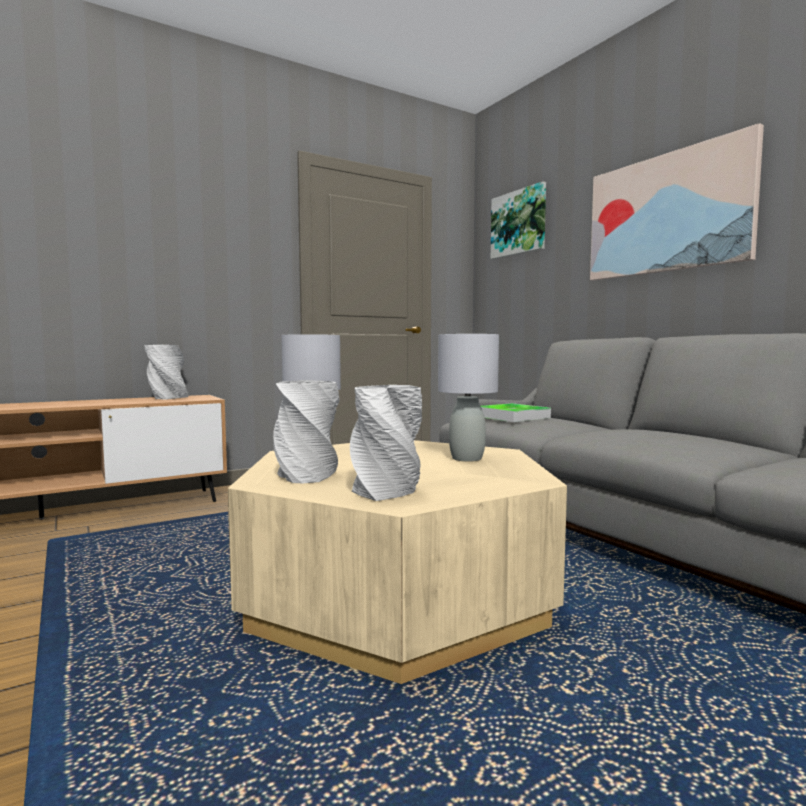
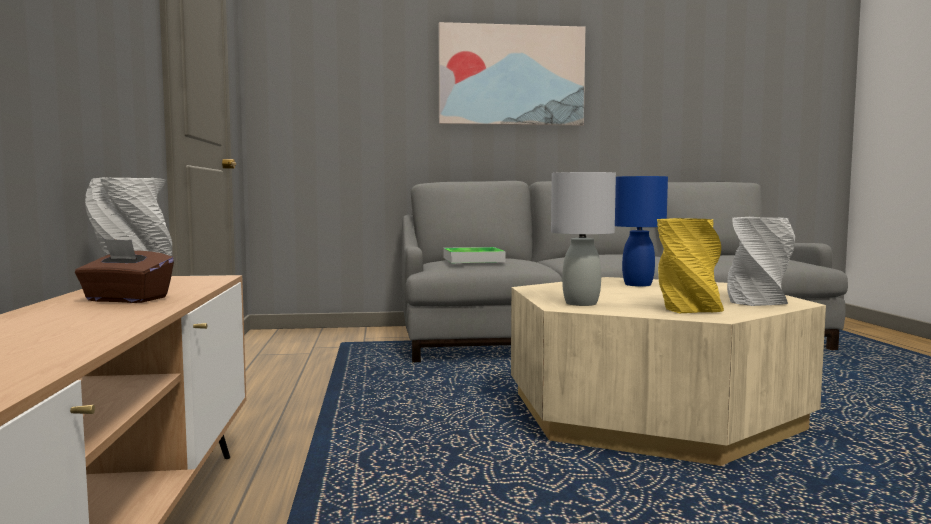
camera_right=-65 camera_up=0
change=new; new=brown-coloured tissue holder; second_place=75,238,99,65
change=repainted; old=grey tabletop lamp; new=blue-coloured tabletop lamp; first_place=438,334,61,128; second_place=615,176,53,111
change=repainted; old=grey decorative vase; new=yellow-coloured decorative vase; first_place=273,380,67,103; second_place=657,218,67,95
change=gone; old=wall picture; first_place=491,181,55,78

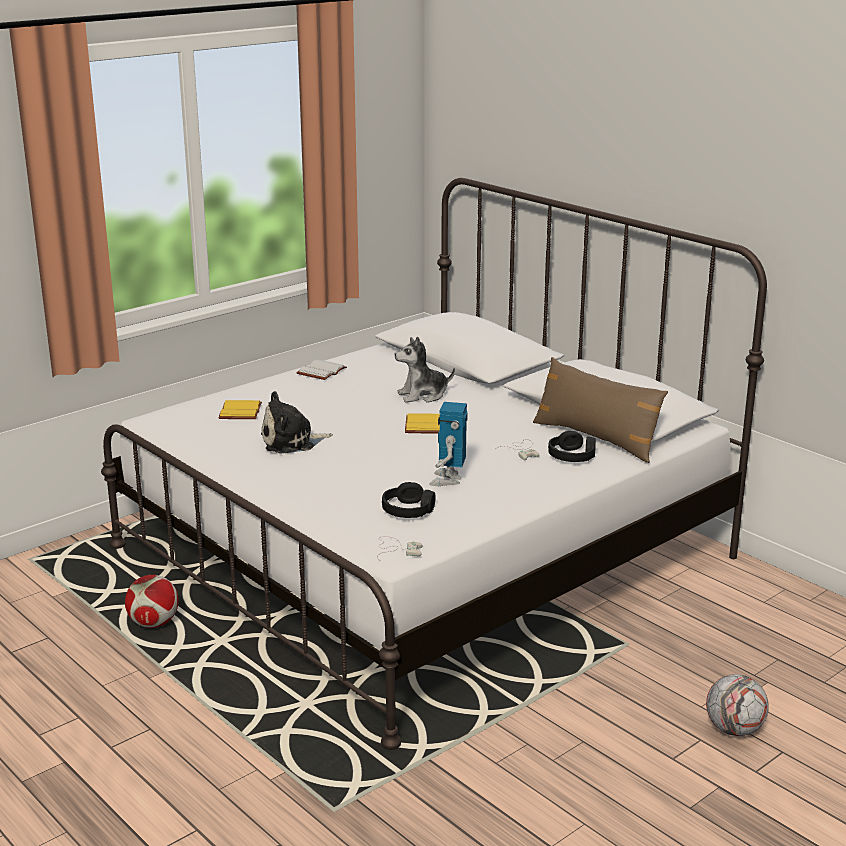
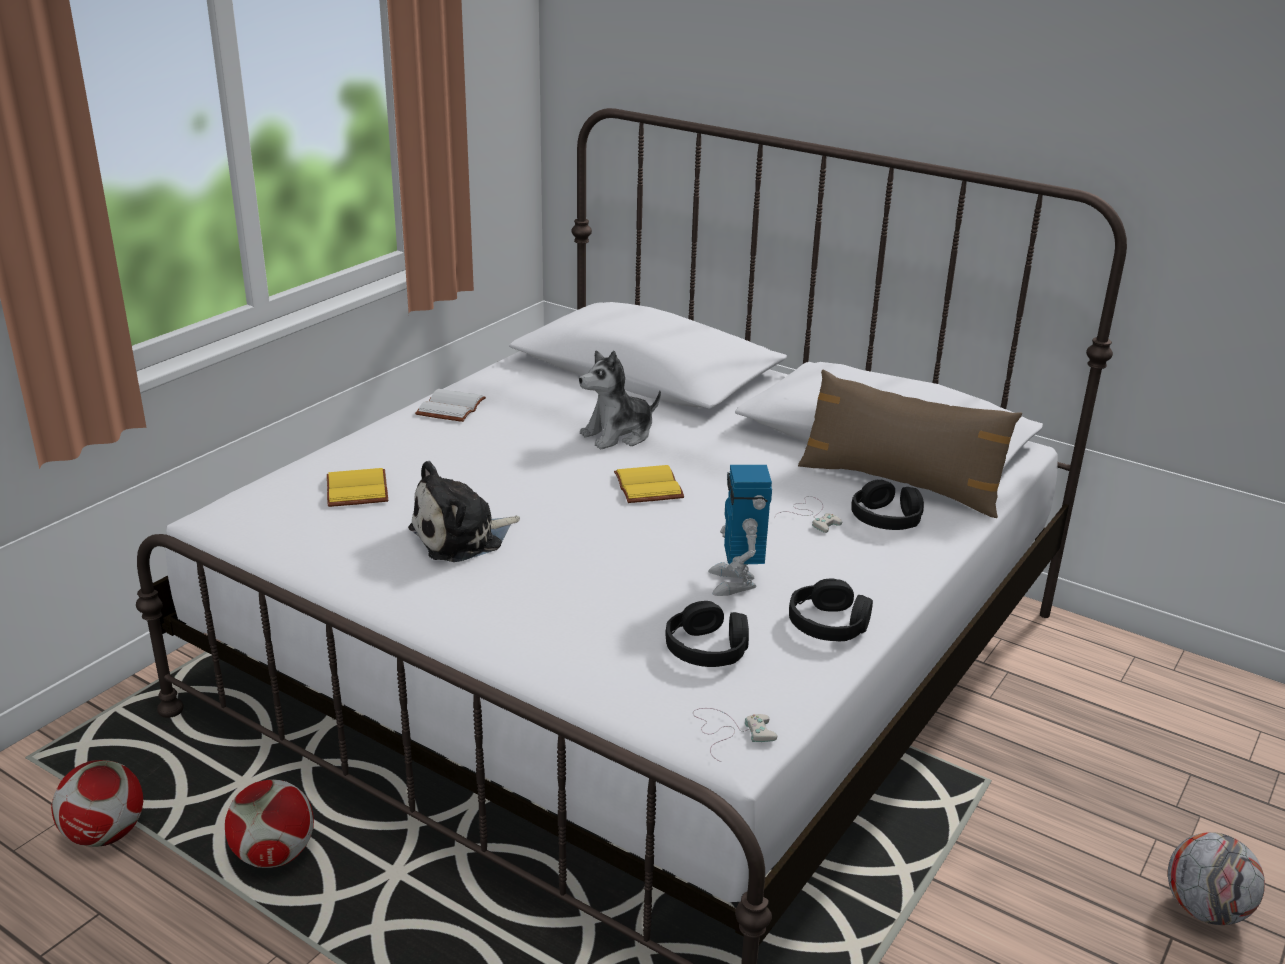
camera_right=-15 camera_up=5
change=new; new=ball for football; second_place=51,760,92,87
change=new; new=black headphones; second_place=789,579,84,62

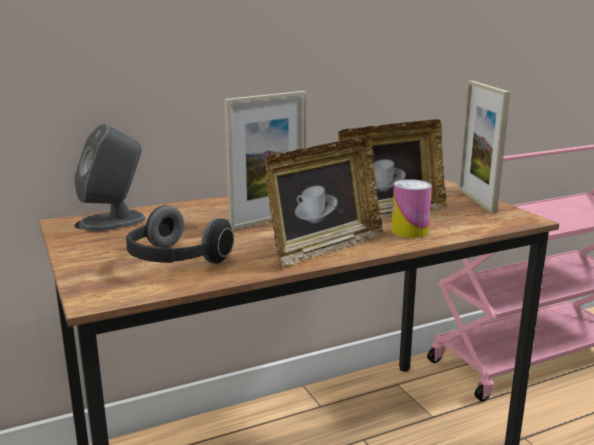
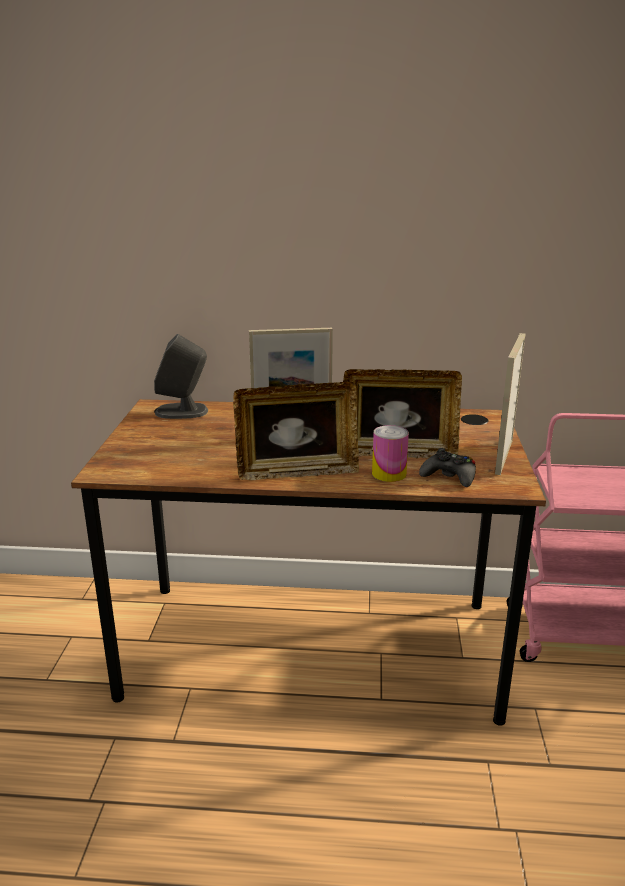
camera_right=30 camera_up=5
change=new; new=black gamepad; second_place=419,448,57,39
change=gone; old=headphones; first_place=126,205,108,59

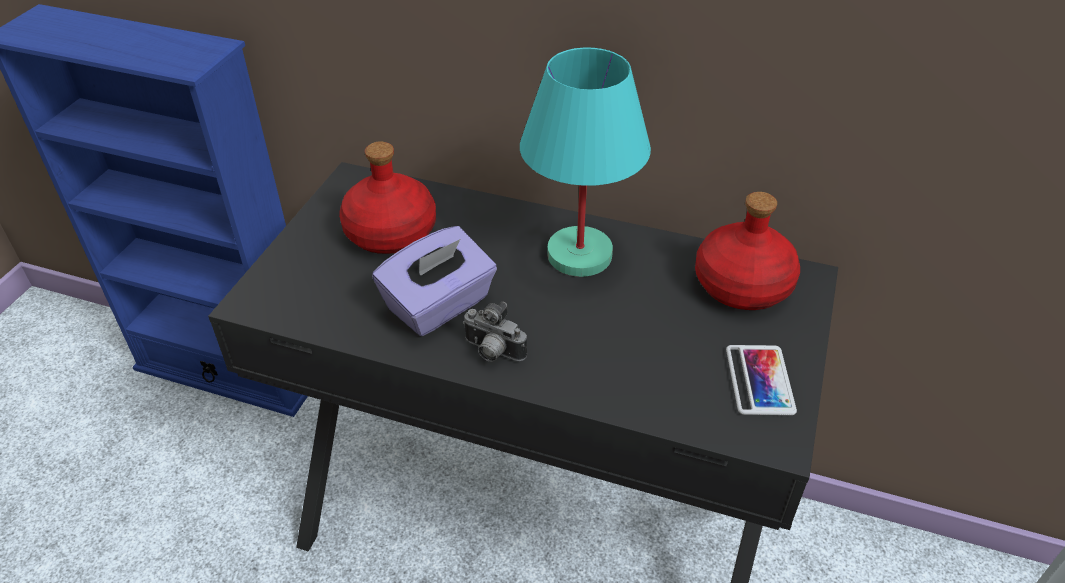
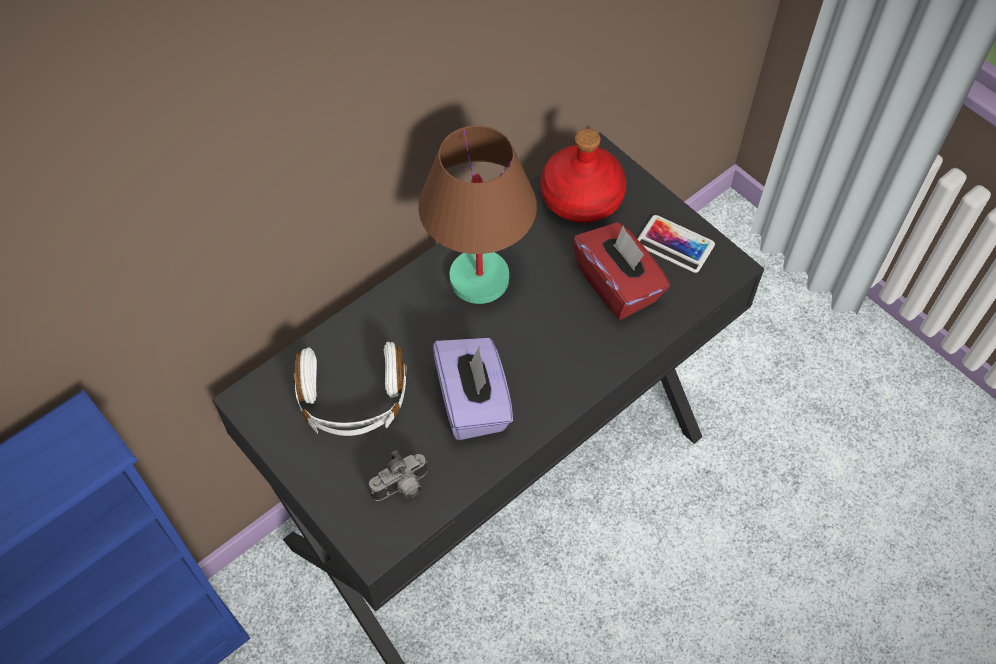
camera_right=-60 camera_up=15
change=swapped; old=red drink bottle; new=white-coloured headphones; first_place=339,141,97,113; second_place=293,342,114,94
change=shifted; old=still camera; first_place=462,302,65,60; second_place=369,451,59,50
change=repainted; old=blue-green tabletop lamp; new=brown-coloured tabletop lamp; first_place=520,48,131,229; second_place=418,126,119,178
change=new; new=red tissue holder; second_place=573,222,97,98

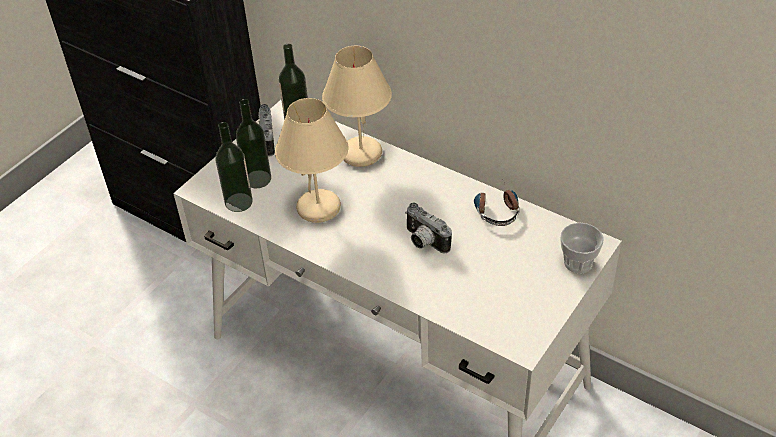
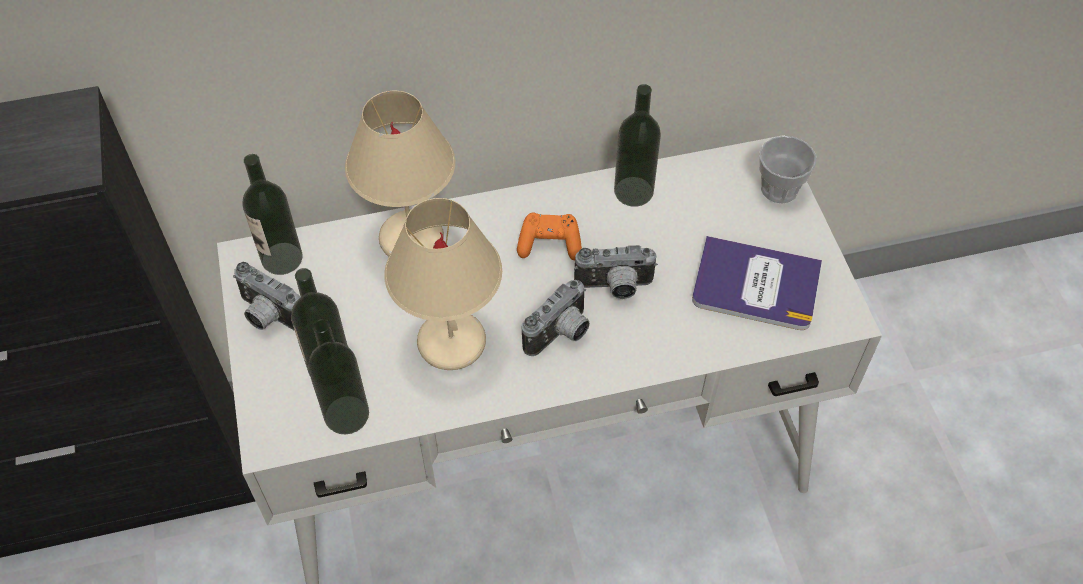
camera_right=-50 camera_up=10
change=new; new=orange-coloured gamepad; second_place=517,212,65,48
change=new; new=still camera; second_place=522,280,68,76
change=swapped; old=headphones; new=drink bottle; first_place=474,180,46,46; second_place=614,84,47,123
change=new; new=volume; second_place=692,236,130,94

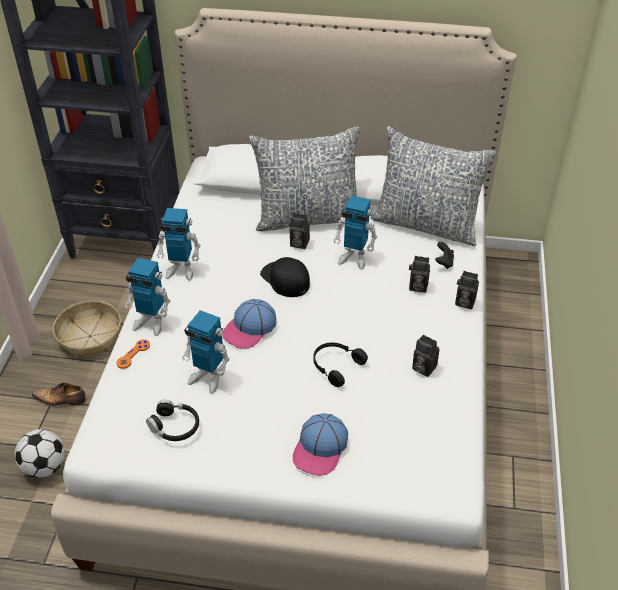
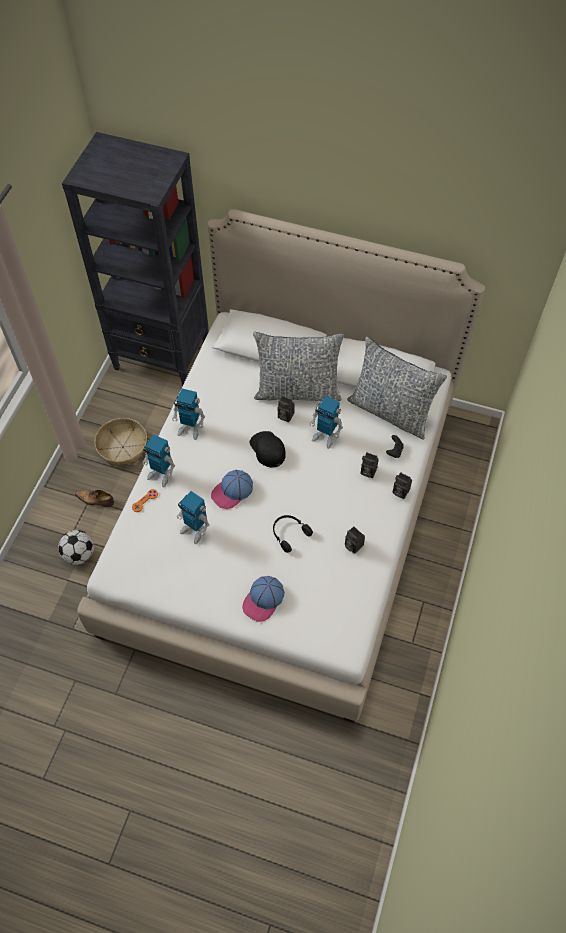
camera_right=10 camera_up=15
change=gone; old=black headphones; first_place=146,400,53,41

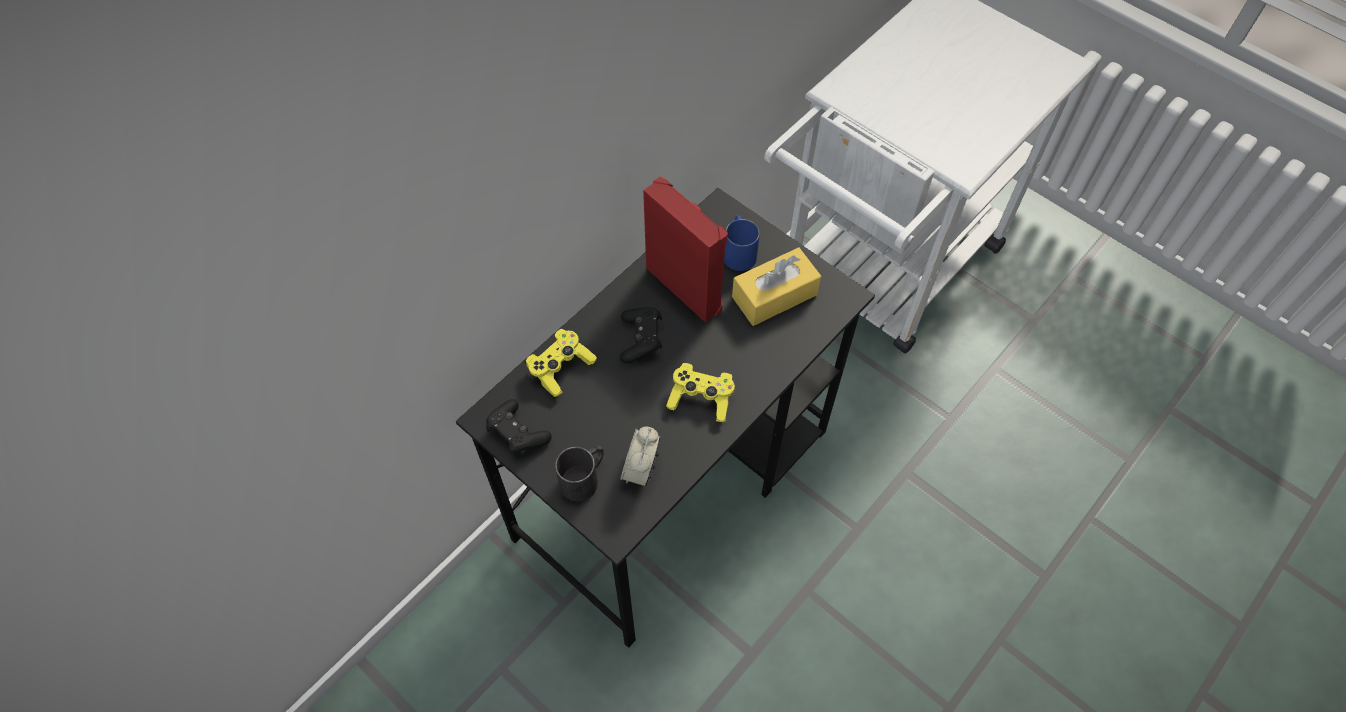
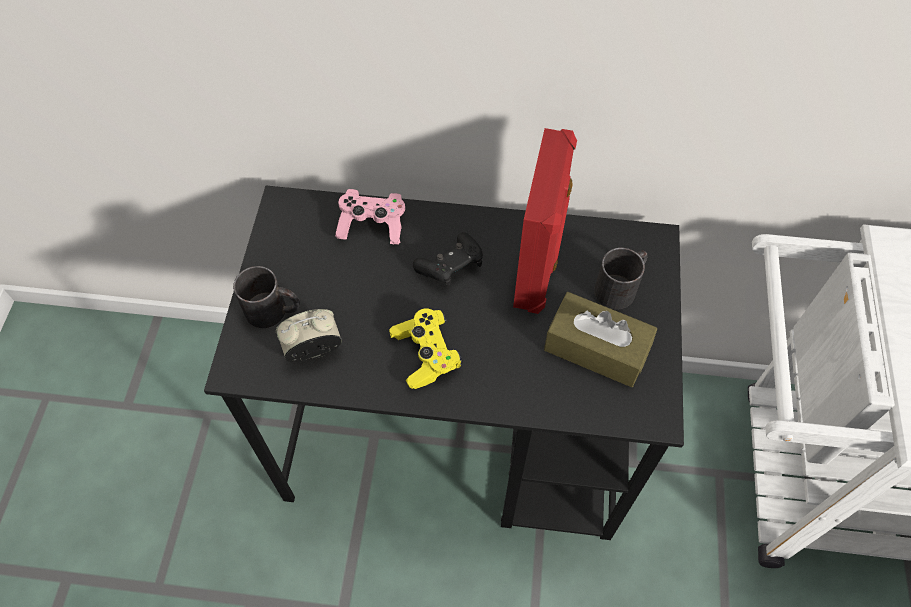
camera_right=55 camera_up=0
change=repainted; old=yellow-coloured gamepad; new=pinkish gamepad; first_place=525,329,72,68; second_place=335,189,70,56
change=repainted; old=yellow-coloured tissue holder; new=brown-coloured tissue holder; first_place=732,247,89,79; second_place=544,292,113,95
change=repainted; old=blue-coloured mug; new=black mug; first_place=724,215,36,56; second_place=594,248,54,61
change=gone; old=black gamepad; first_place=486,399,66,55

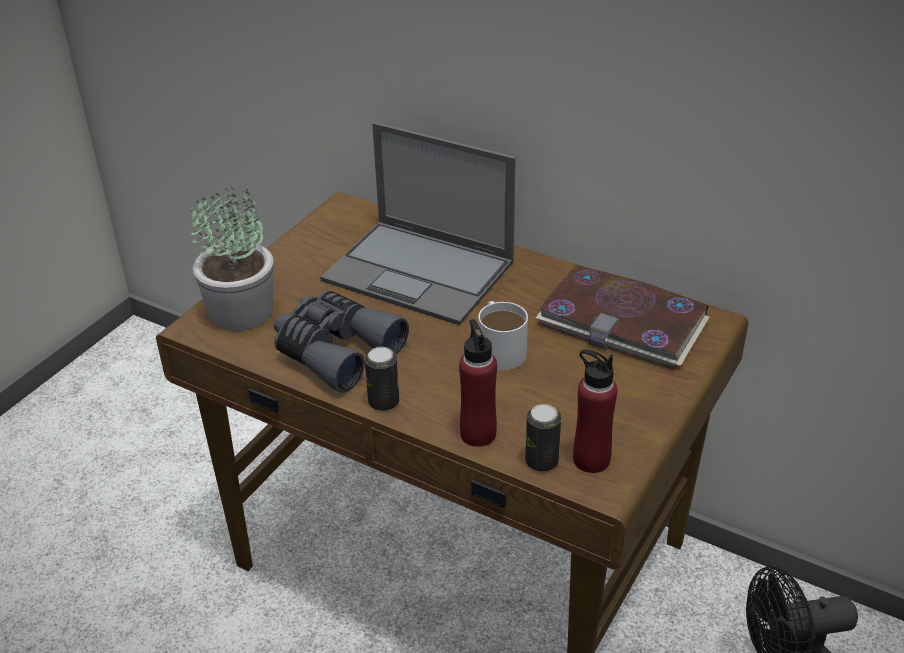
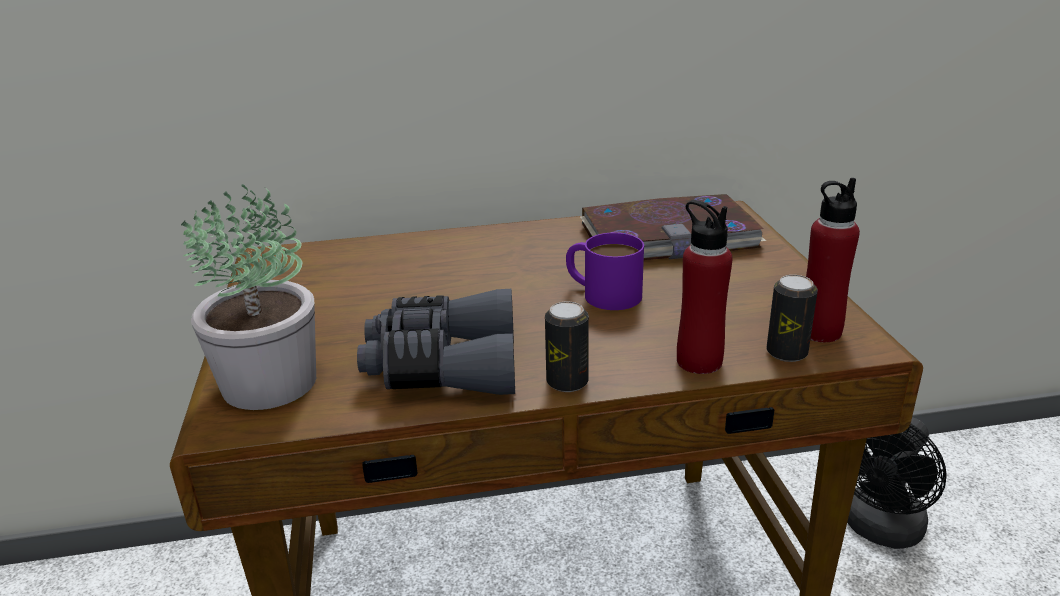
camera_right=-40 camera_up=-10
change=repainted; old=white-coloured mug; new=purplish mug; first_place=479,301,49,69; second_place=566,233,78,77
change=gone; old=notebook computer; first_place=320,122,196,203

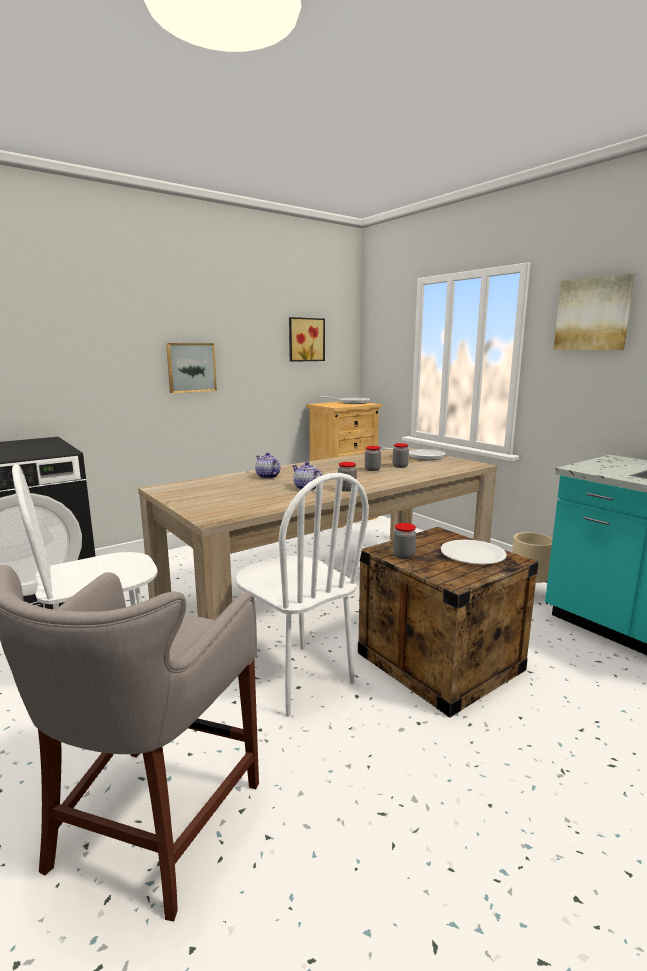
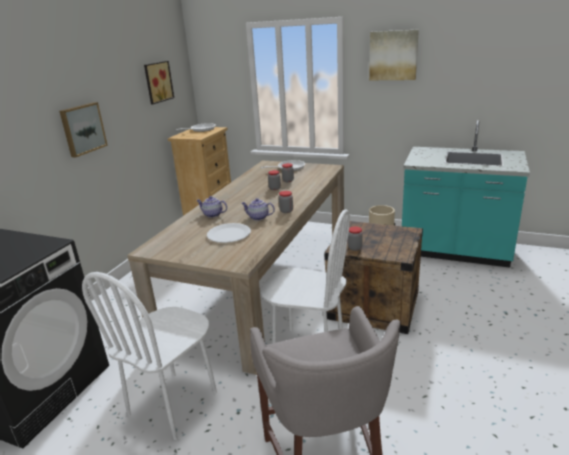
camera_right=-30 camera_up=10
change=shifted; old=white-coloured flat dish; first_place=441,540,66,25; second_place=207,223,44,20

